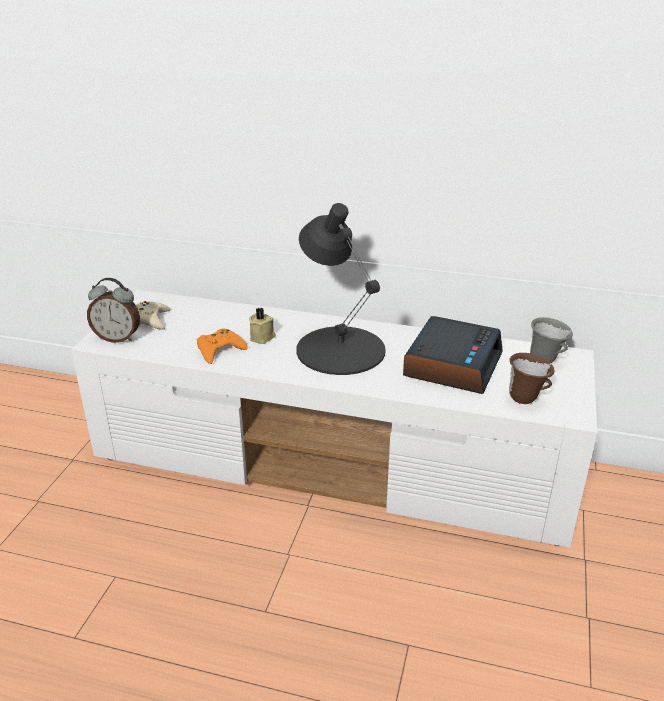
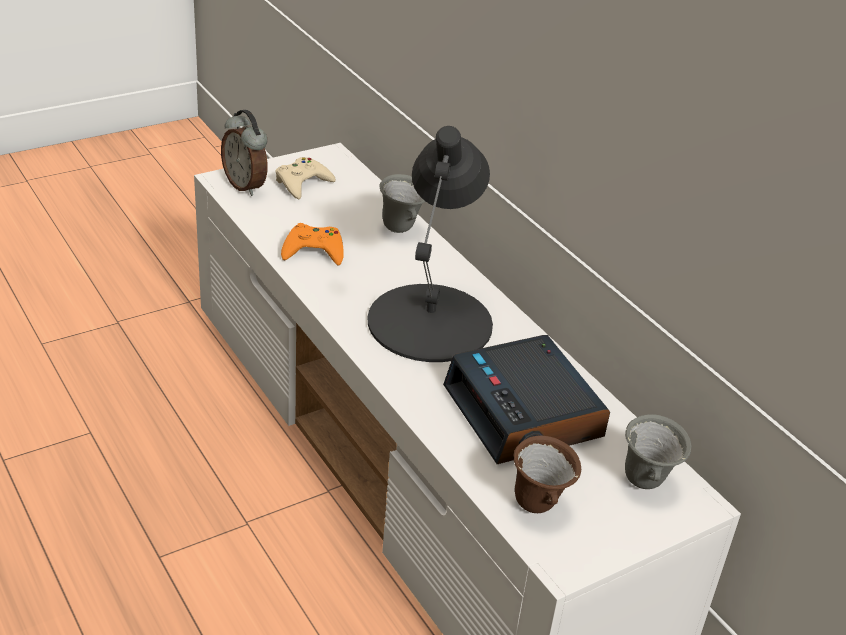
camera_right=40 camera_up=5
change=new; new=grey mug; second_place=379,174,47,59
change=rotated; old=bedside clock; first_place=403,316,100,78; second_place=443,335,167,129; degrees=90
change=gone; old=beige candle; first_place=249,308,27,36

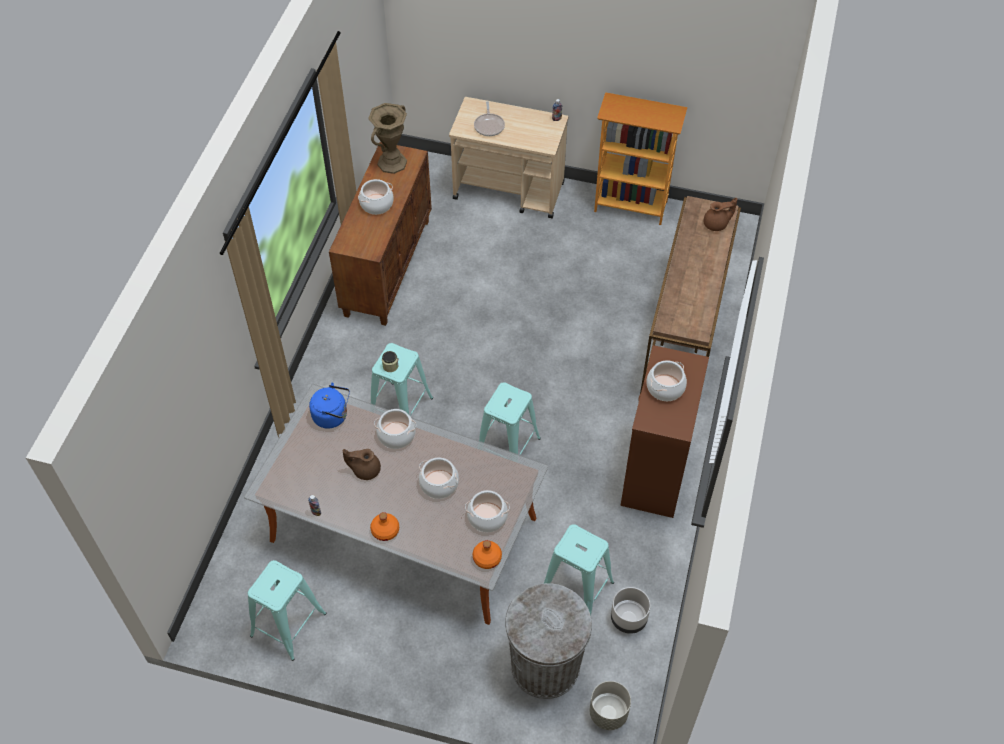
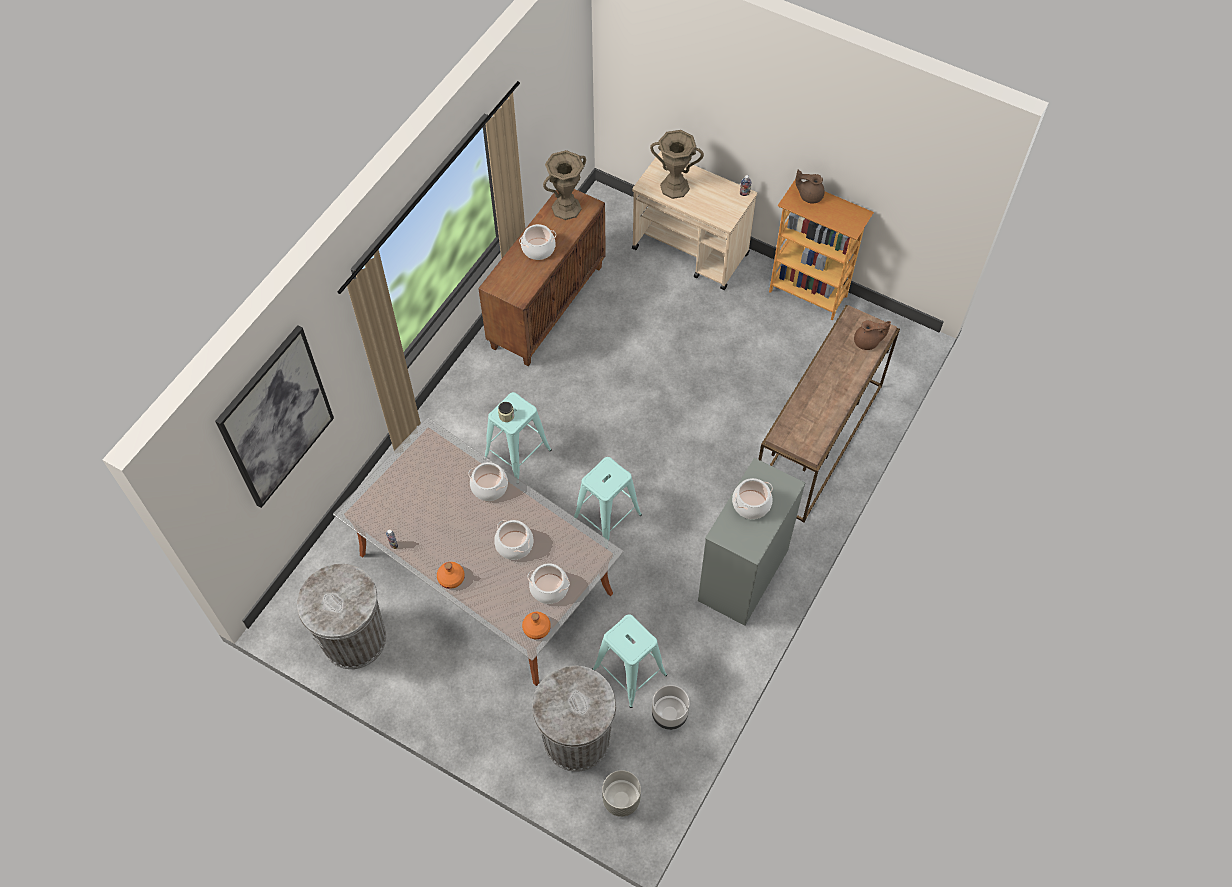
camera_right=15 camera_up=5
change=new; new=wall picture; second_place=215,325,119,183
change=swapped; old=blue-green sitting stool; new=grey waste bin; first_place=248,560,78,101; second_place=297,564,89,105
change=swapped; old=frying pan; new=brown-coloured decorative vase; first_place=474,101,31,35; second_place=650,130,54,69
change=repainted; old=brown-coloured chest of drawers; new=grey chest of drawers; first_place=620,345,89,173; second_place=698,458,107,168
change=shifted; old=brown-coloured teapot; first_place=343,449,38,31; second_place=795,170,30,34
change=gone; old=blue-coloured tea kettle; first_place=309,383,41,46

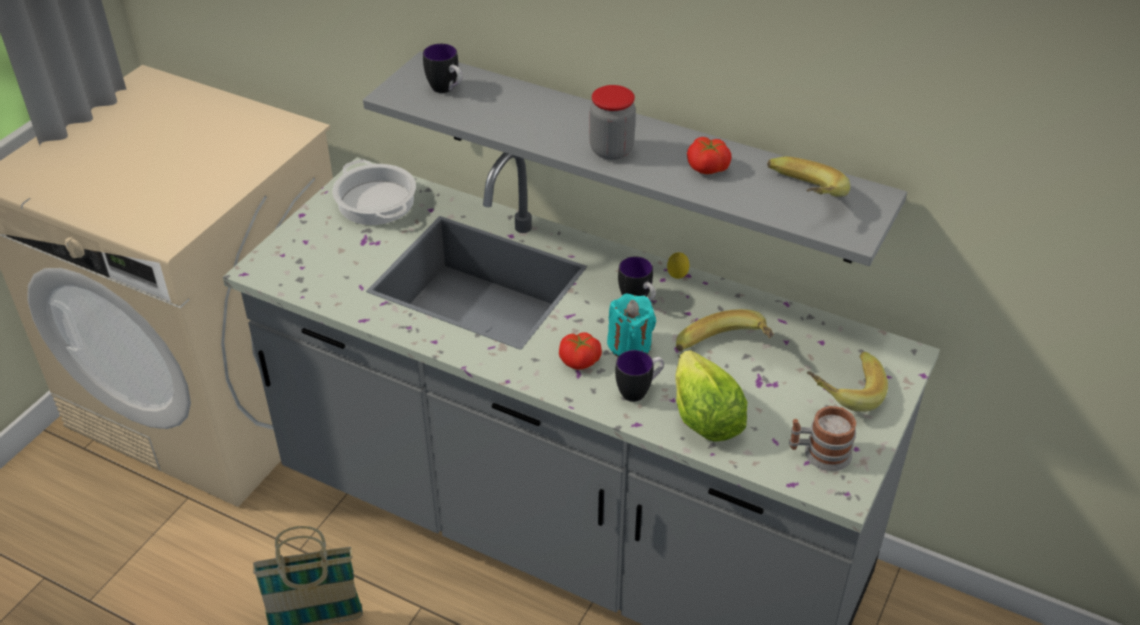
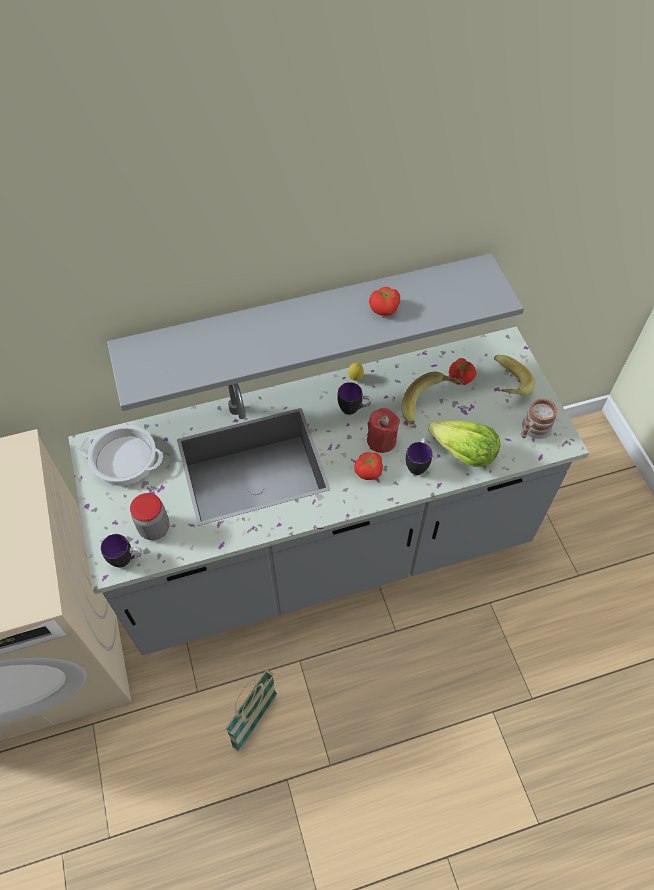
camera_right=-45 camera_up=15
change=shifted; old=mug; first_place=423,44,39,49; second_place=101,534,41,33
change=shifted; old=storage jar; first_place=590,85,46,75; second_place=130,493,40,47
change=repainted; old=blue-green candle; new=red candle; first_place=607,294,49,63; second_place=367,408,33,45
change=new; new=whole tomato; second_place=449,358,27,27
change=gone; old=banana; first_place=767,157,83,40

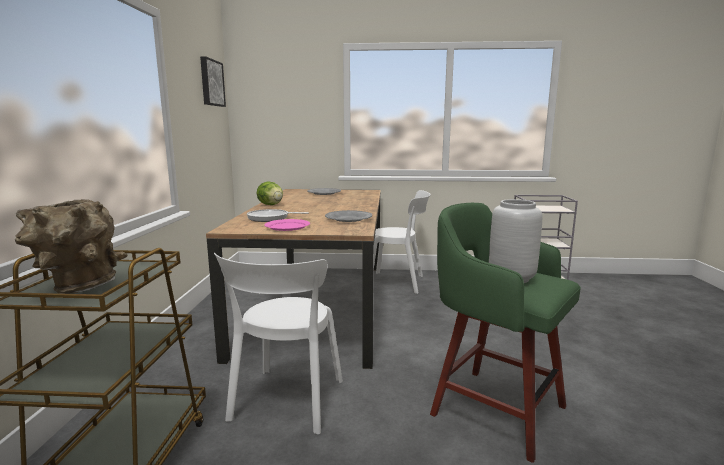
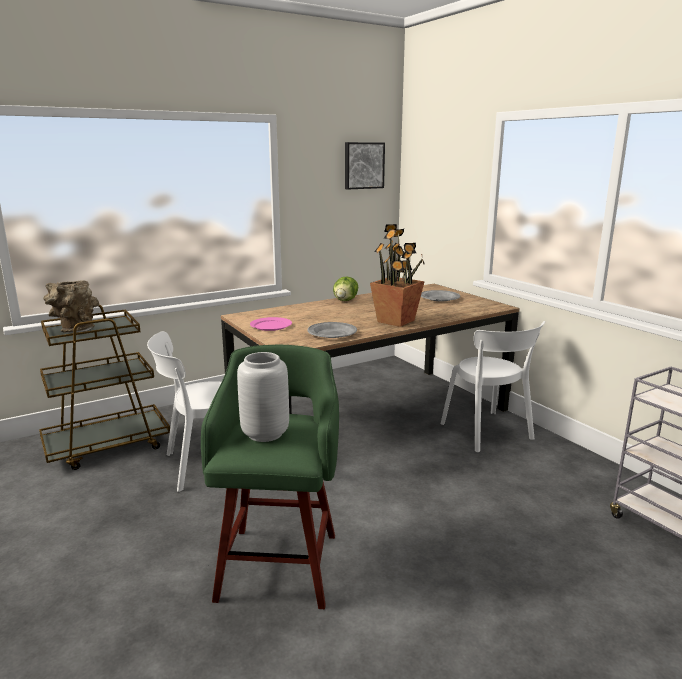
camera_right=55 camera_up=5
change=new; new=houseplant; second_place=370,224,55,103
change=gone; old=frying pan; first_place=247,209,62,13

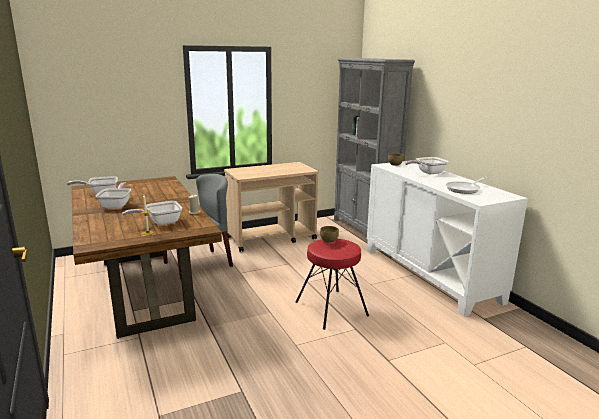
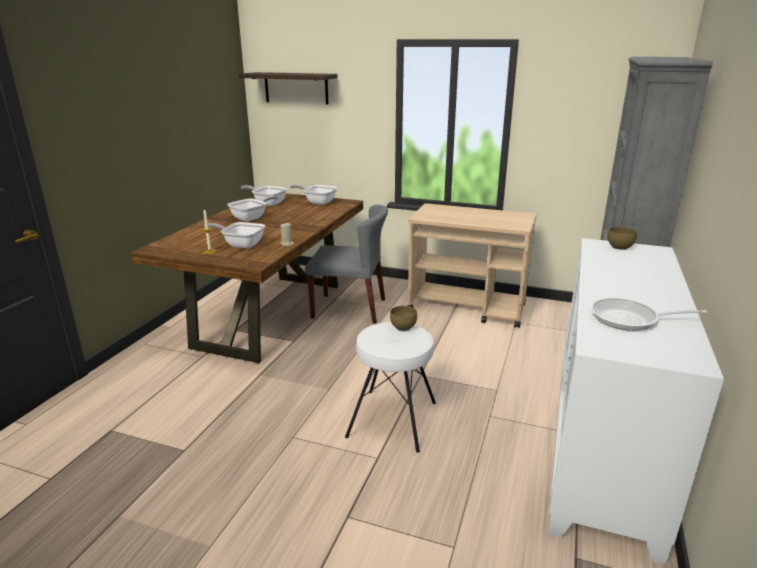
camera_right=45 camera_up=5
change=new; new=wall shelf; second_place=239,72,98,32
change=shifted; old=frying pan; first_place=405,157,44,17; second_place=290,185,47,20
change=repainted; old=red sitting stool; new=white-coloured sitting stool; first_place=296,239,73,91; second_place=345,322,91,131

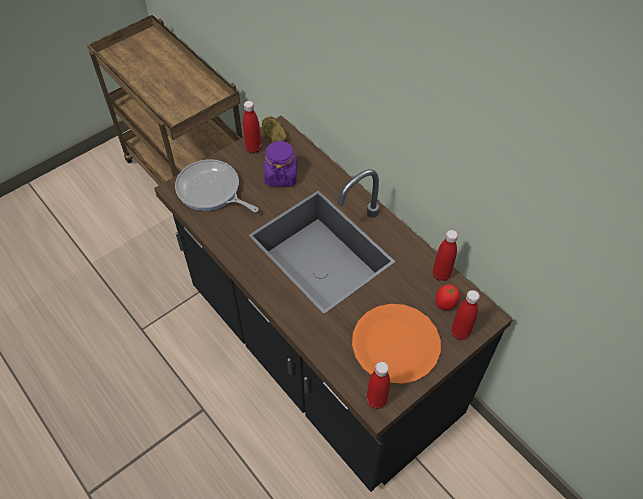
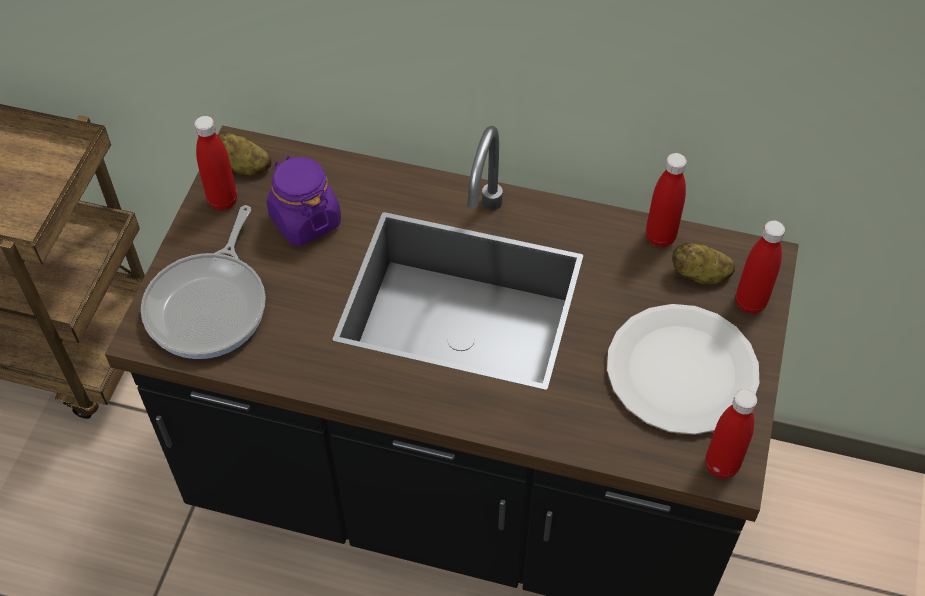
camera_right=-35 camera_up=0
change=rotated; old=frying pan; first_place=175,159,84,53; second_place=141,205,125,154; degrees=-75
change=repainted; old=orange-coloured flat dish; new=white-coloured flat dish; first_place=352,304,89,80; second_place=607,304,152,131
change=swapped; old=whole tomato; new=potato; first_place=436,284,24,26; second_place=672,242,63,42

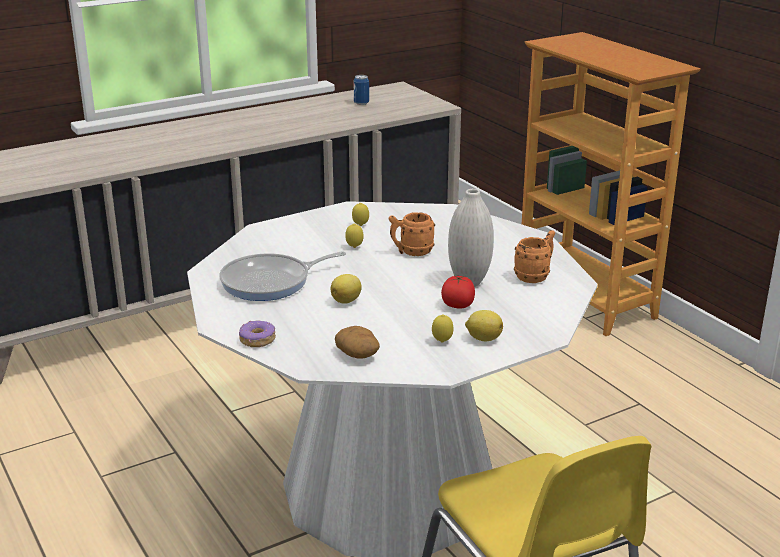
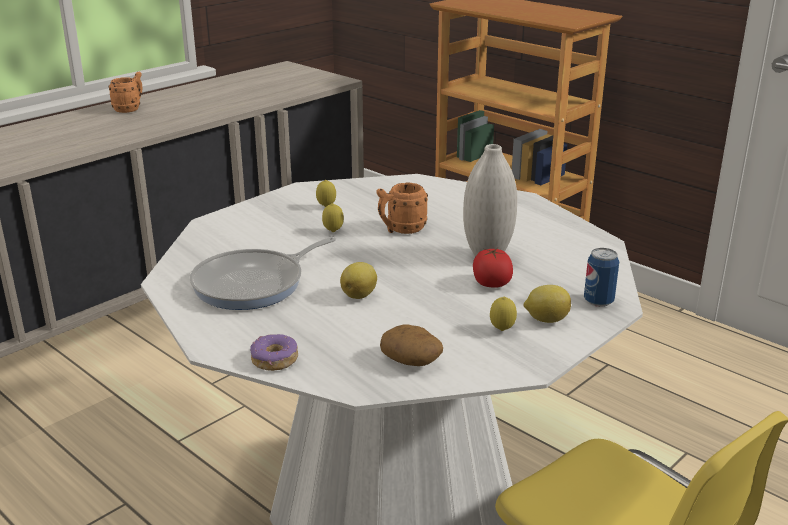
camera_right=-15 camera_up=0
change=shifted; old=orange-coloured mug; first_place=514,230,41,53; second_place=109,72,34,41
change=shifted; old=sealed can; first_place=354,75,15,30; second_place=584,248,35,59

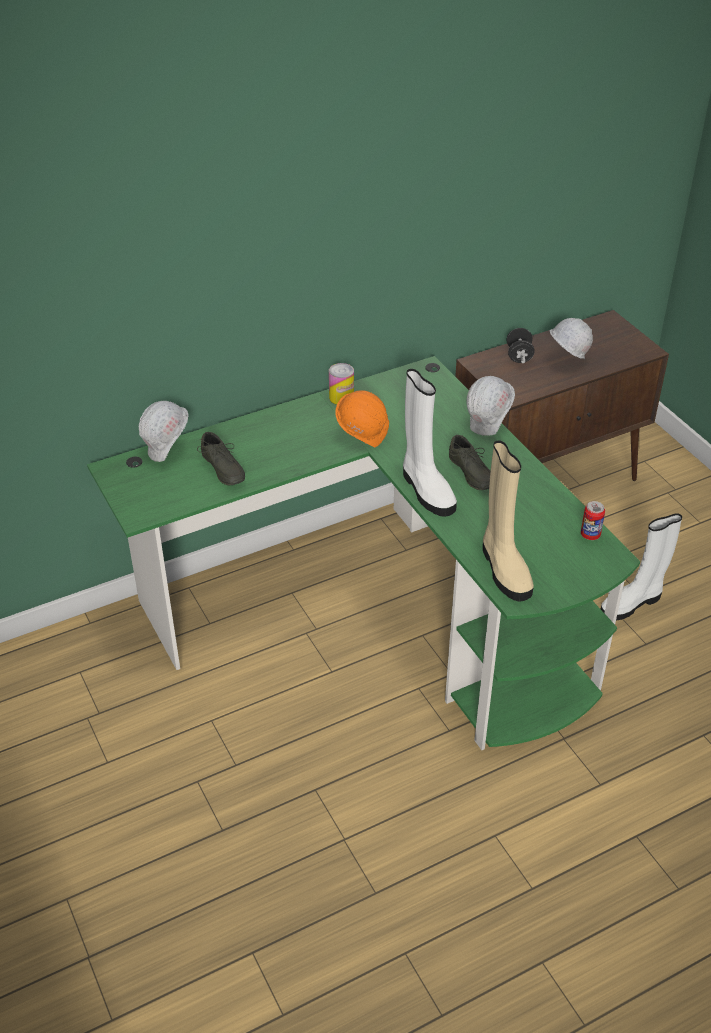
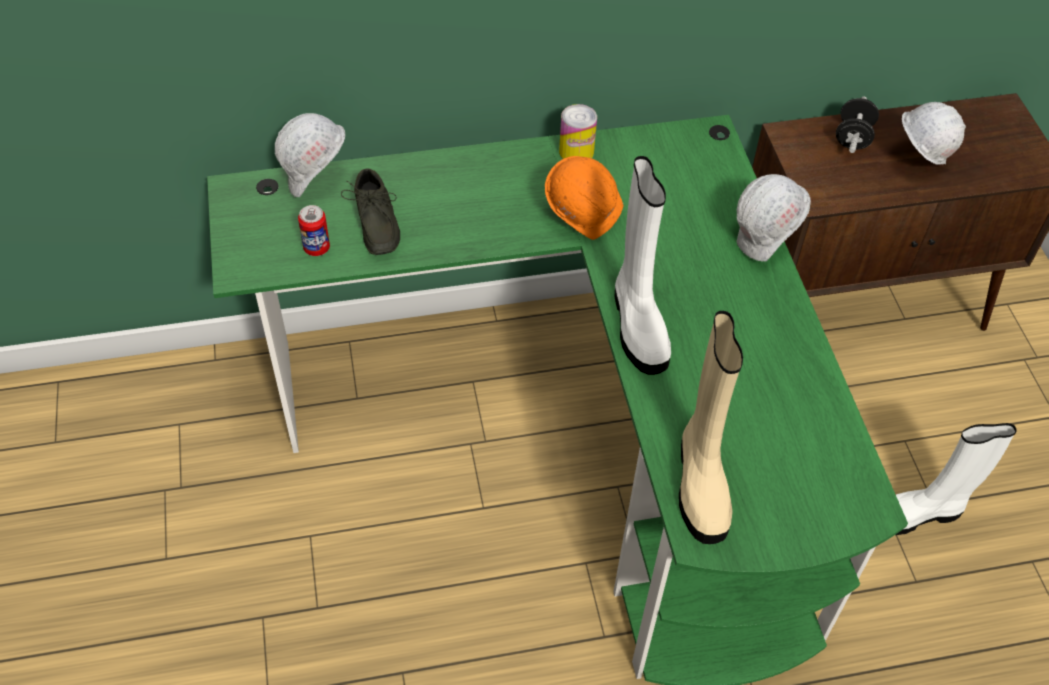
camera_right=15 camera_up=10
change=shifted; old=sealed can; first_place=581,501,24,39; second_place=298,205,32,51
change=gone; old=grey shoe; first_place=449,435,41,55

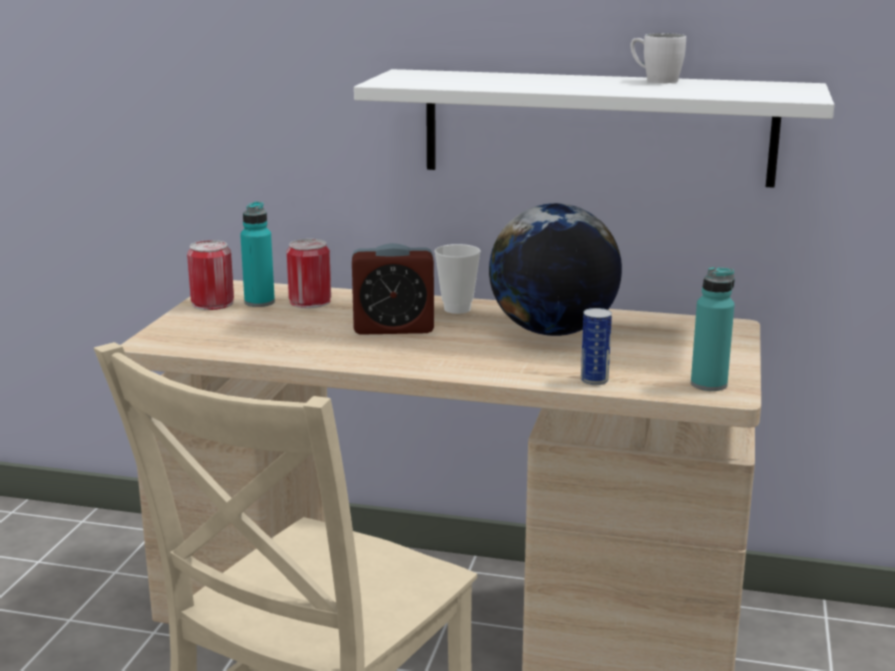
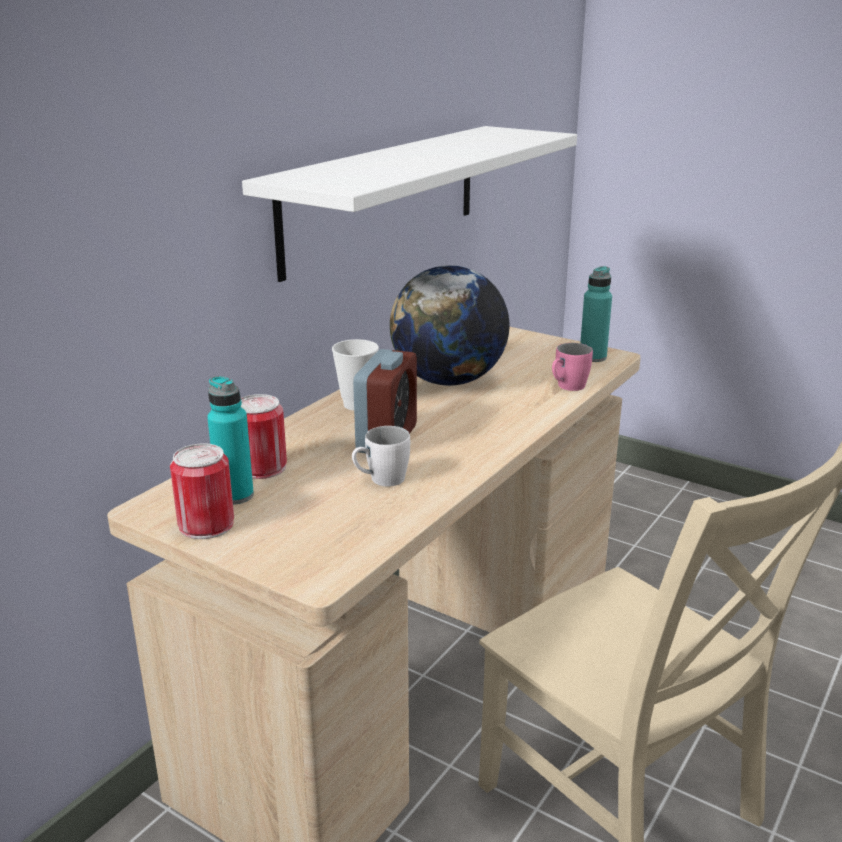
camera_right=-70 camera_up=5
change=shifted; old=white-coloured mug; first_place=631,33,55,50; second_place=352,426,58,60
change=swapped; old=sealed can; new=pinkish mug; first_place=581,308,31,77; second_place=552,343,41,48

